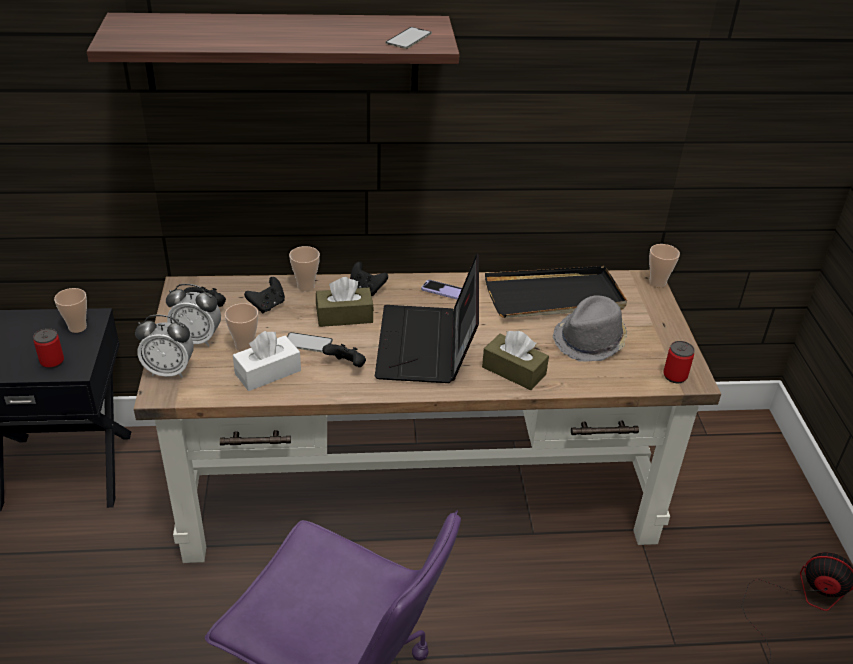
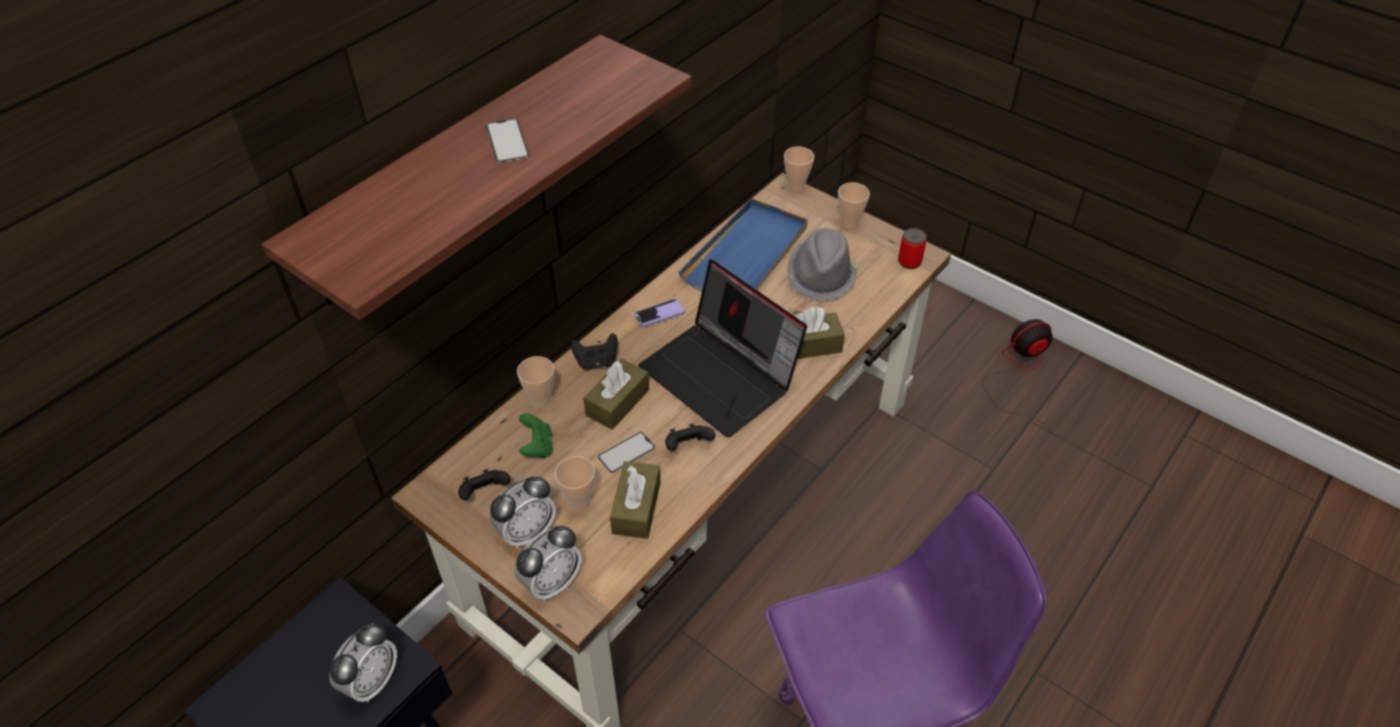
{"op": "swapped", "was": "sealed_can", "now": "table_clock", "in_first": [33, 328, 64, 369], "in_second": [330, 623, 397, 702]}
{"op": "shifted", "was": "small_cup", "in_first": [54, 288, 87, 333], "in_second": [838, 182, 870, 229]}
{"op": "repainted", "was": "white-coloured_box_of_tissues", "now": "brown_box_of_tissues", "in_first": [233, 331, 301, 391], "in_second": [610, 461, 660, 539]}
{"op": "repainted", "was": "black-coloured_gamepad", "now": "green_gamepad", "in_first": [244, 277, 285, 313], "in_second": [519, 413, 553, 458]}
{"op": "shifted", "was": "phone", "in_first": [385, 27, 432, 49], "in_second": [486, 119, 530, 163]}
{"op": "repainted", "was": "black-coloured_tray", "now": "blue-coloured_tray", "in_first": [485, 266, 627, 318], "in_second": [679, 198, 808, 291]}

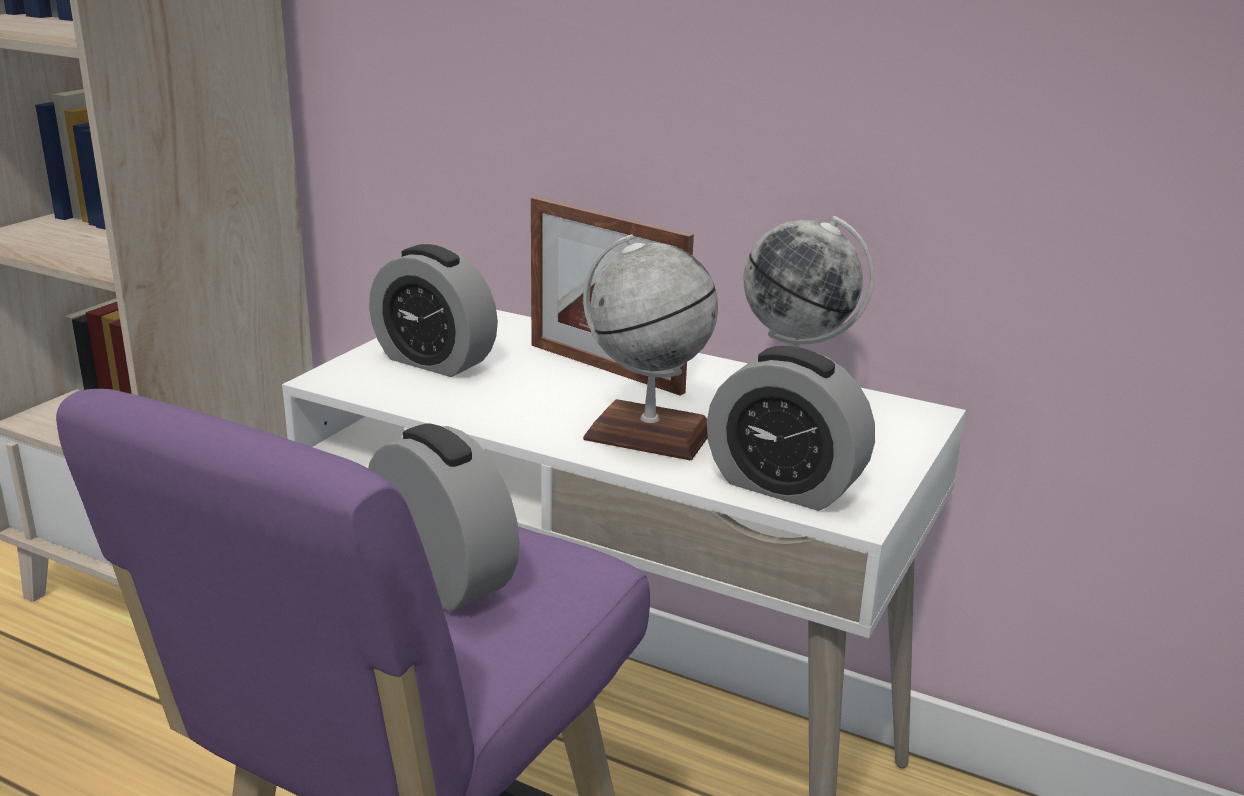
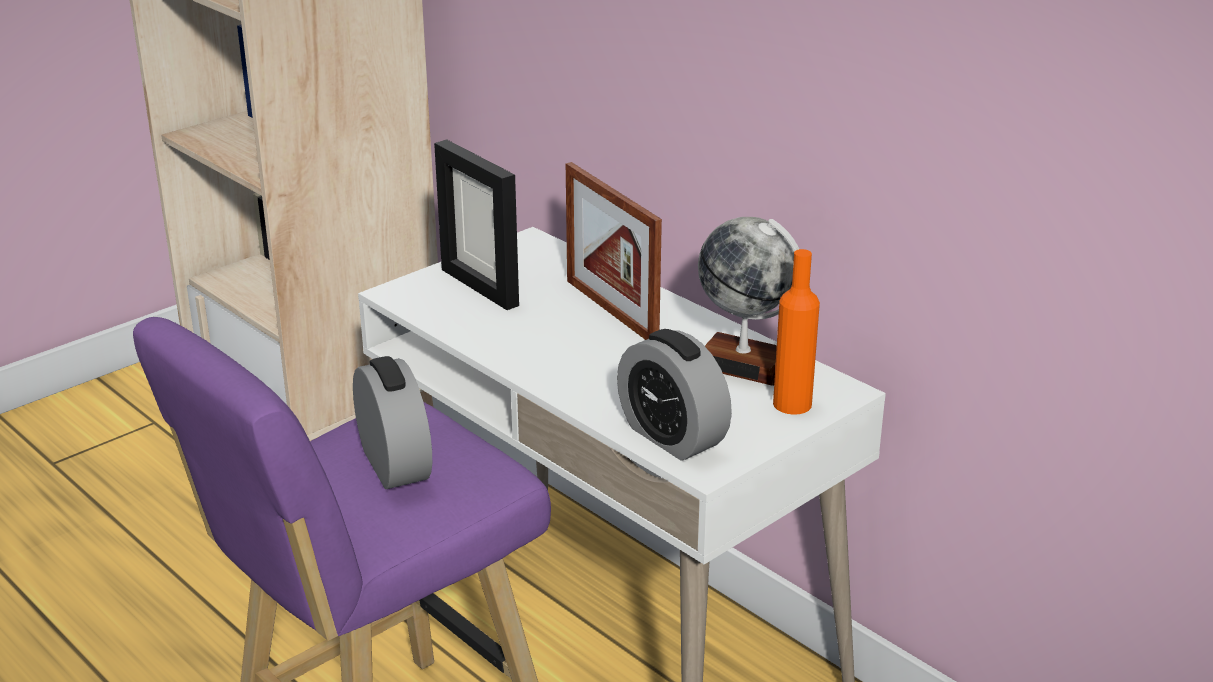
{"op": "swapped", "was": "table_clock", "now": "standing_frame", "in_first": [369, 244, 498, 377], "in_second": [434, 140, 519, 310]}
{"op": "gone", "was": "desk_globe", "in_first": [583, 235, 718, 460]}
{"op": "new", "now": "orange-coloured_beverage_bottle", "in_second": [773, 249, 820, 415]}

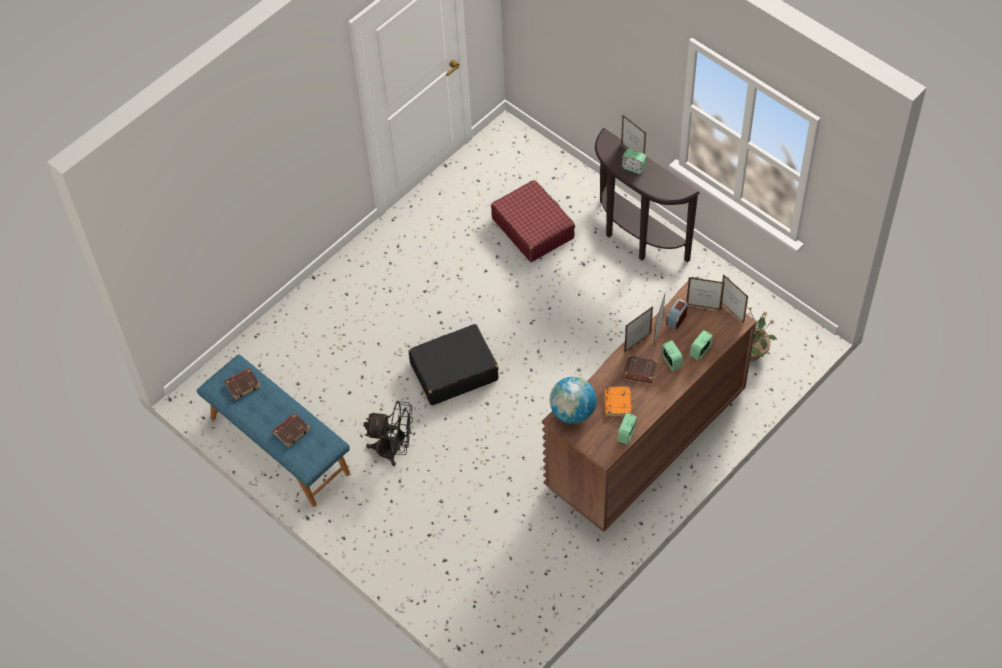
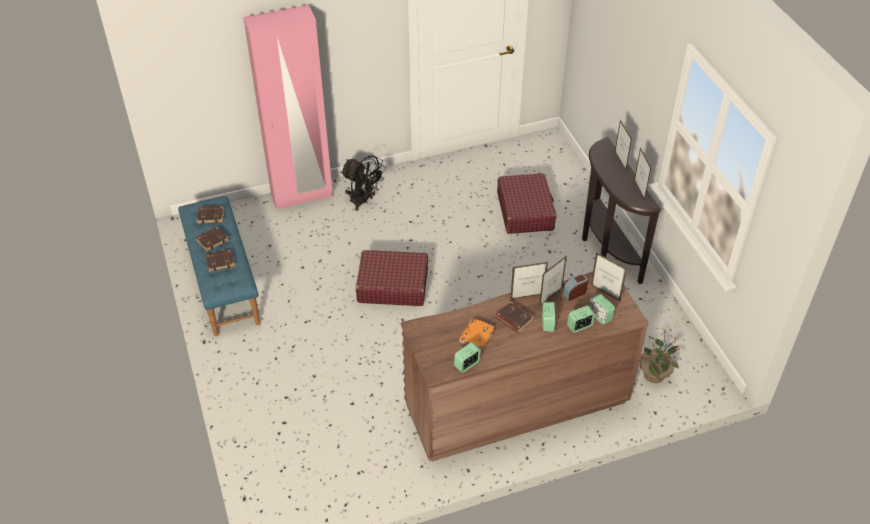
{"op": "shifted", "was": "black-coloured_fan", "in_first": [364, 401, 413, 466], "in_second": [341, 155, 386, 211]}
{"op": "repainted", "was": "black-coloured_piece_of_luggage", "now": "red_piece_of_luggage", "in_first": [409, 324, 499, 405], "in_second": [356, 250, 428, 306]}
{"op": "gone", "was": "desk_globe", "in_first": [550, 377, 596, 424]}
{"op": "shifted", "was": "table_clock", "in_first": [622, 149, 646, 174], "in_second": [589, 294, 615, 325]}
{"op": "shifted", "was": "standing_frame", "in_first": [722, 274, 748, 323], "in_second": [634, 148, 651, 200]}
{"op": "new", "now": "brown_bound_book", "in_second": [196, 226, 229, 252]}
{"op": "new", "now": "pink-coloured_wardrobe", "in_second": [243, 5, 333, 210]}

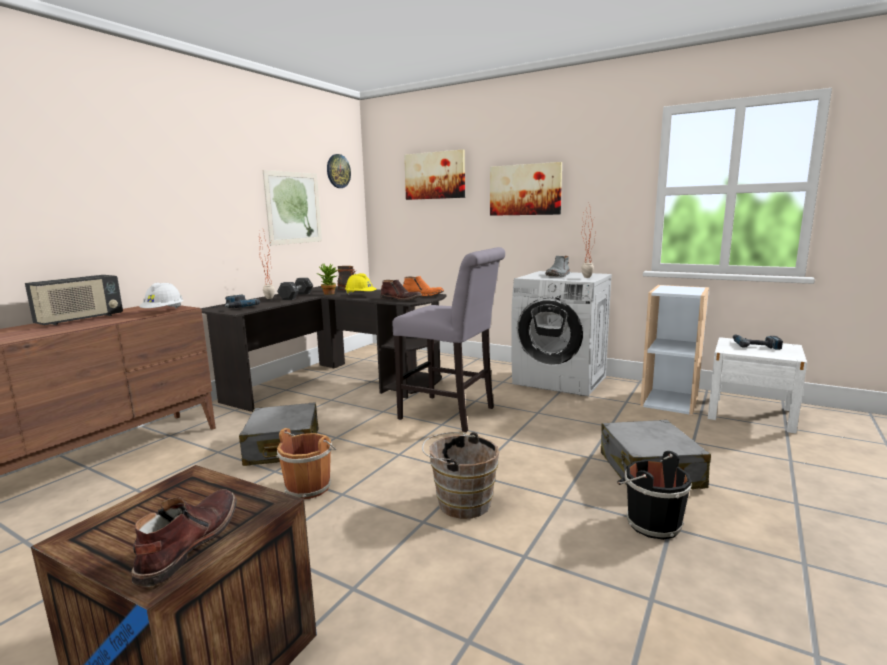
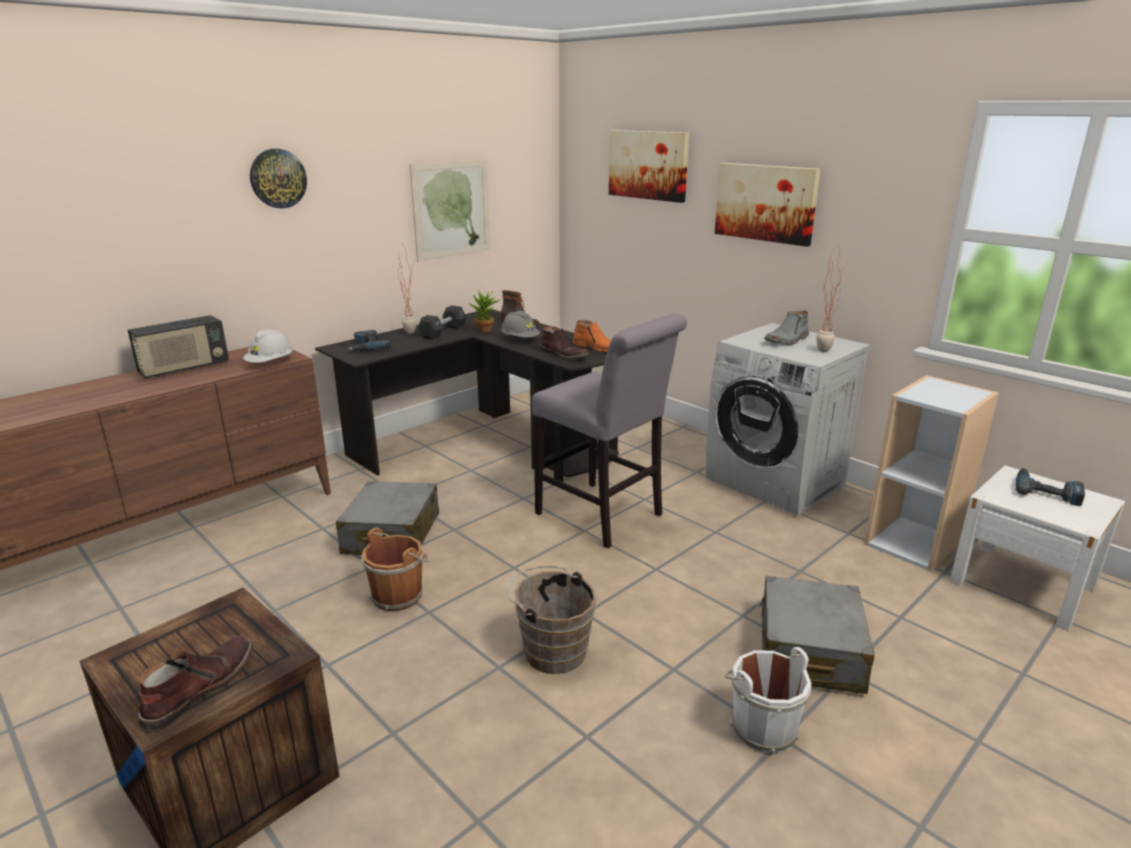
{"op": "shifted", "was": "wall_clock", "in_first": [327, 154, 351, 188], "in_second": [250, 149, 307, 209]}
{"op": "repainted", "was": "yellowish_work_helmet", "now": "grey_work_helmet", "in_first": [345, 273, 376, 295], "in_second": [501, 310, 540, 338]}
{"op": "repainted", "was": "black-coloured_pail", "now": "white-coloured_pail", "in_first": [617, 451, 692, 540], "in_second": [725, 647, 812, 753]}

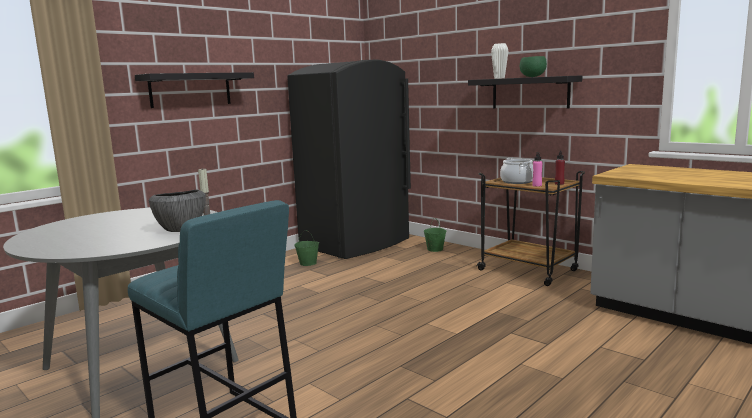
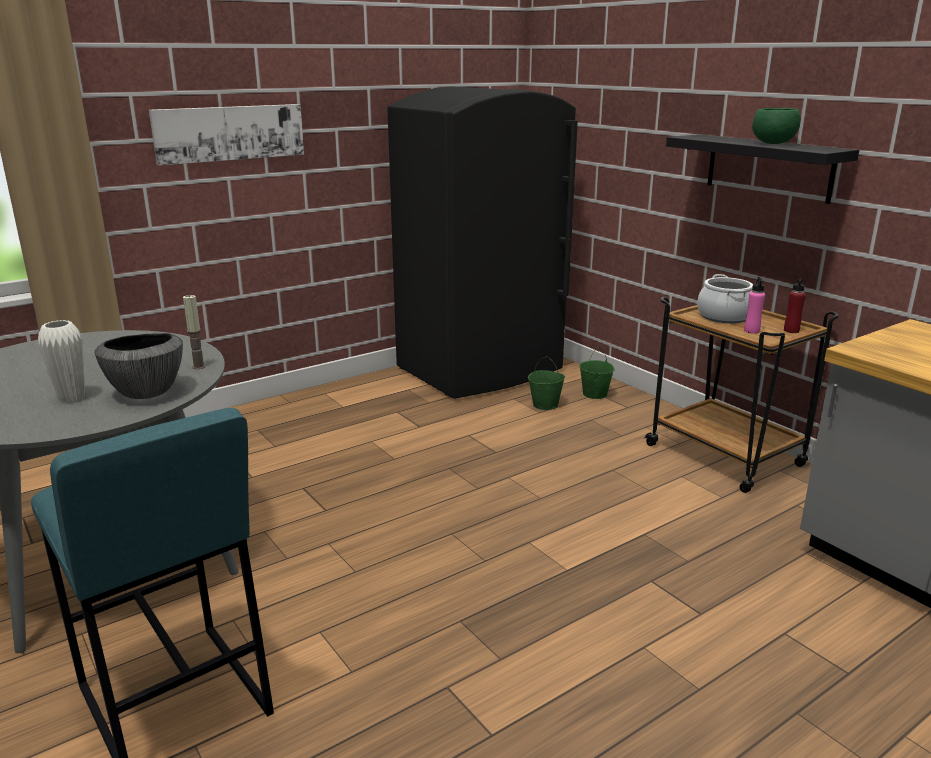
{"op": "swapped", "was": "black-coloured_bracket_shelf", "now": "wall_picture", "in_first": [135, 72, 254, 108], "in_second": [149, 104, 304, 166]}
{"op": "shifted", "was": "green_pail", "in_first": [294, 231, 319, 266], "in_second": [528, 356, 565, 410]}
{"op": "shifted", "was": "white-coloured_vase", "in_first": [491, 43, 508, 79], "in_second": [38, 320, 85, 403]}

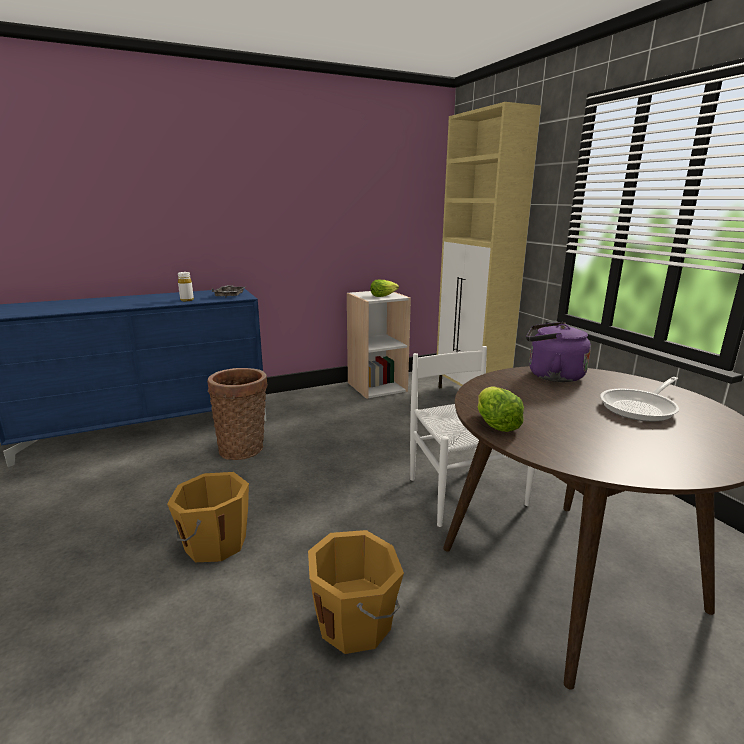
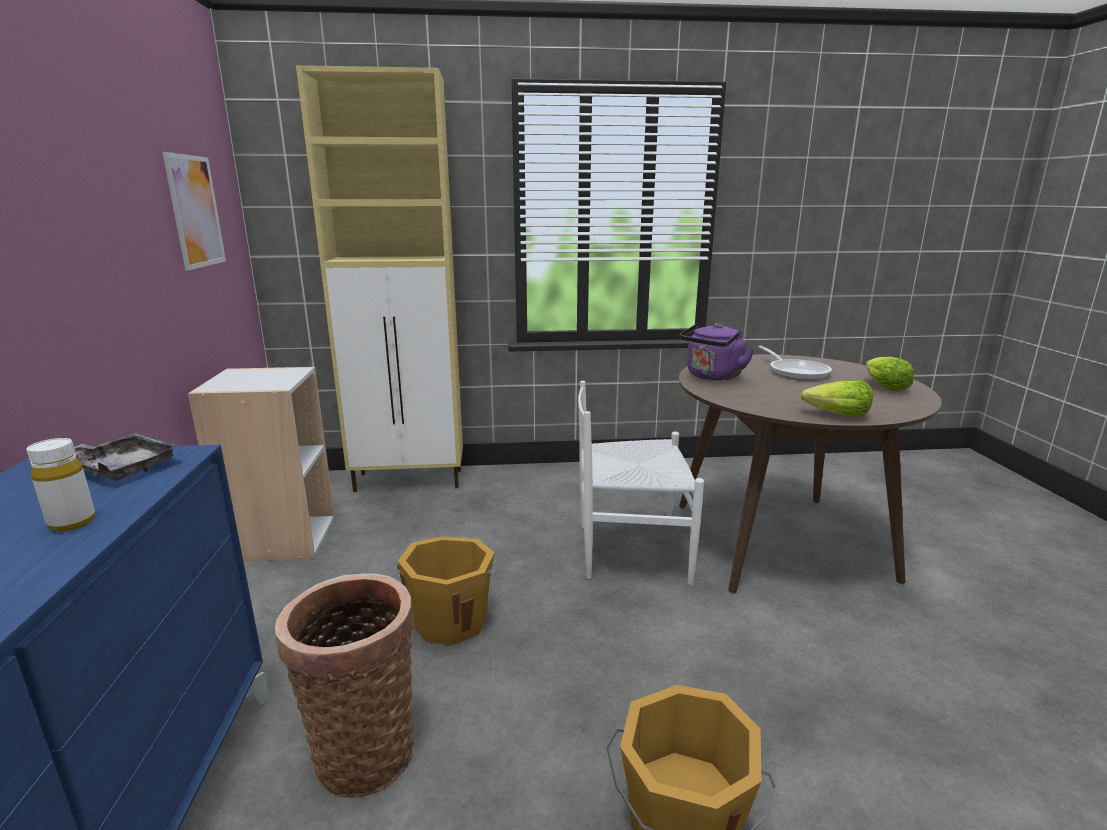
{"op": "shifted", "was": "orange-coloured_pail", "in_first": [308, 530, 404, 654], "in_second": [397, 537, 503, 645]}
{"op": "shifted", "was": "lettuce_head", "in_first": [370, 280, 399, 297], "in_second": [866, 357, 914, 391]}
{"op": "new", "now": "wall_picture", "in_second": [162, 152, 226, 270]}

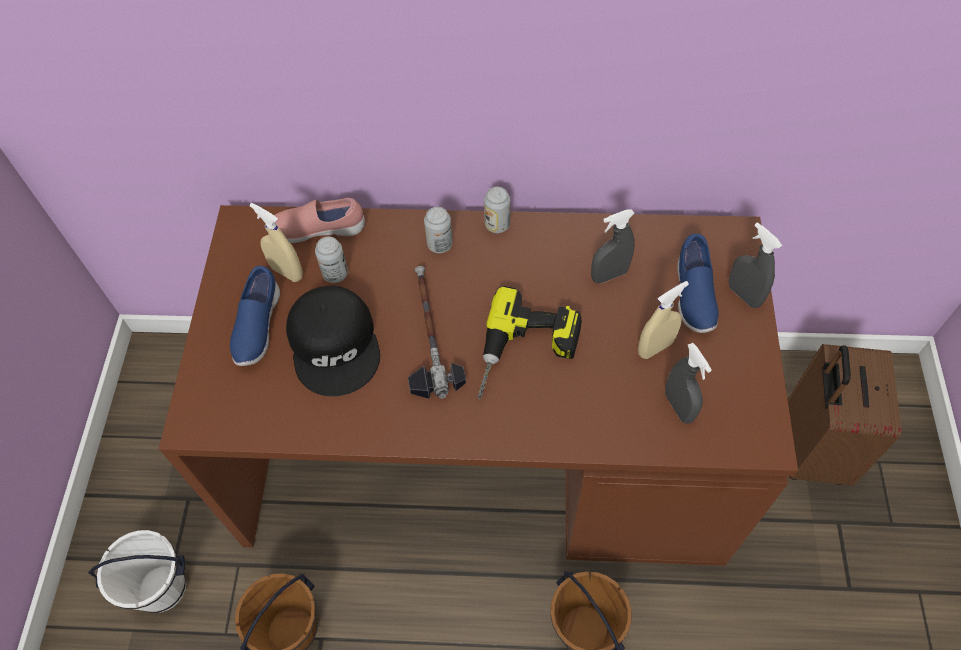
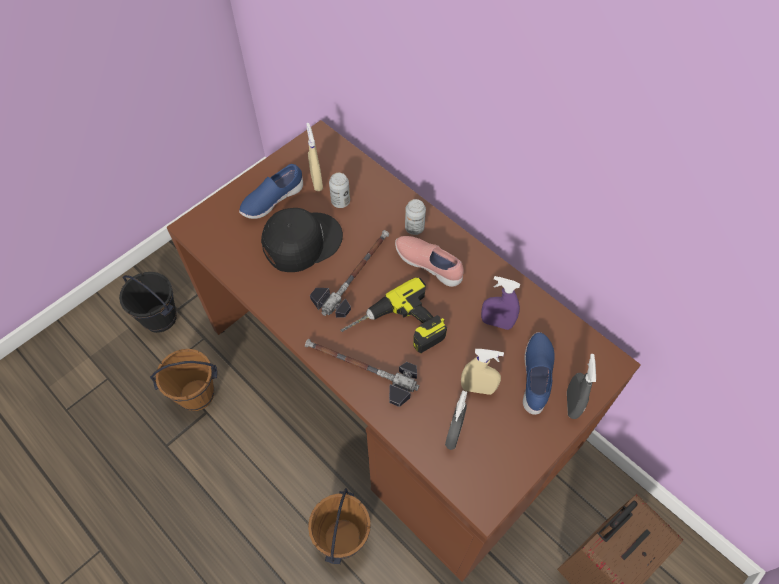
{"op": "repainted", "was": "white-coloured_pail", "now": "black-coloured_pail", "in_first": [88, 530, 186, 613], "in_second": [119, 272, 177, 333]}
{"op": "shifted", "was": "pink-coloured_shoe", "in_first": [265, 198, 365, 243], "in_second": [395, 236, 464, 287]}
{"op": "rotated", "was": "black-coloured_cap", "in_first": [286, 286, 380, 396], "in_second": [261, 208, 343, 272], "clockwise": -150}
{"op": "gone", "was": "sealed_can", "in_first": [484, 187, 510, 233]}
{"op": "repainted", "was": "grey_hand_sprayer", "now": "purplish_hand_sprayer", "in_first": [591, 209, 635, 283], "in_second": [481, 276, 520, 330]}
{"op": "rotated", "was": "blue-coloured_shoe", "in_first": [677, 234, 719, 333], "in_second": [523, 332, 555, 415], "clockwise": 150}
{"op": "new", "now": "tool_hammer", "in_second": [305, 339, 419, 407]}

